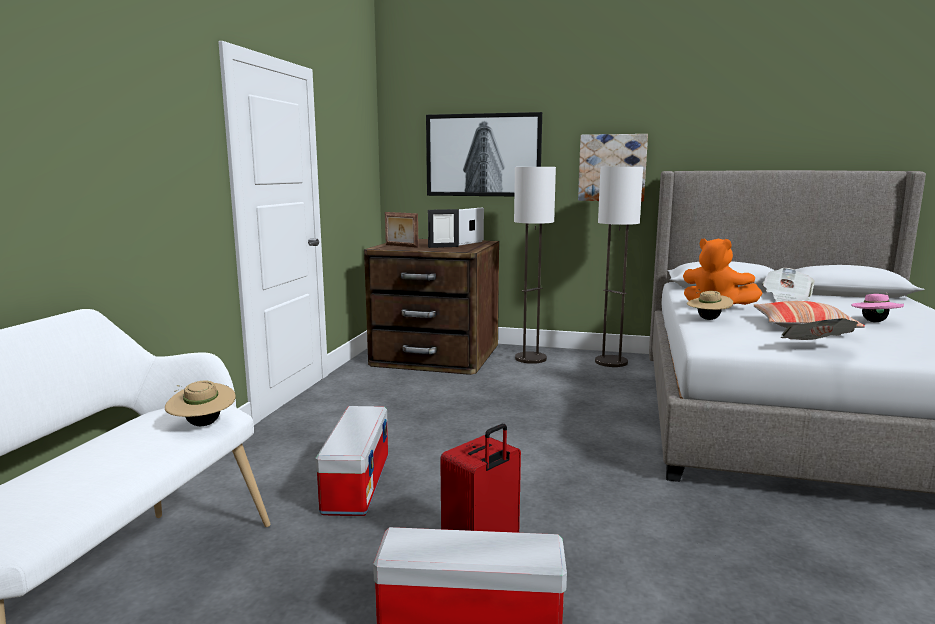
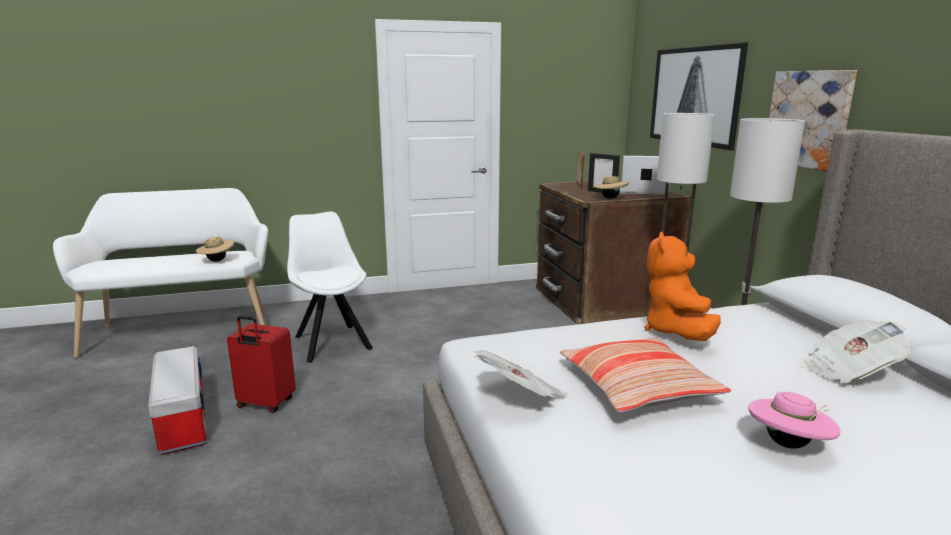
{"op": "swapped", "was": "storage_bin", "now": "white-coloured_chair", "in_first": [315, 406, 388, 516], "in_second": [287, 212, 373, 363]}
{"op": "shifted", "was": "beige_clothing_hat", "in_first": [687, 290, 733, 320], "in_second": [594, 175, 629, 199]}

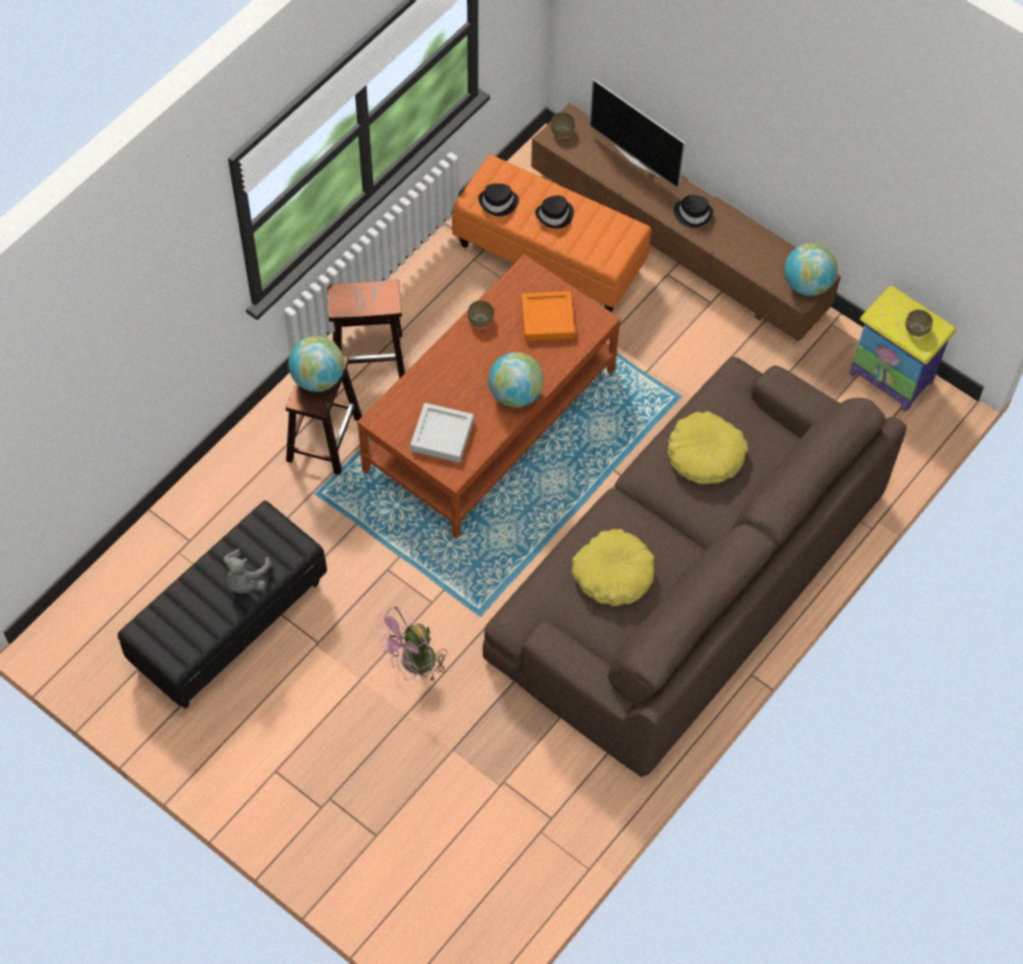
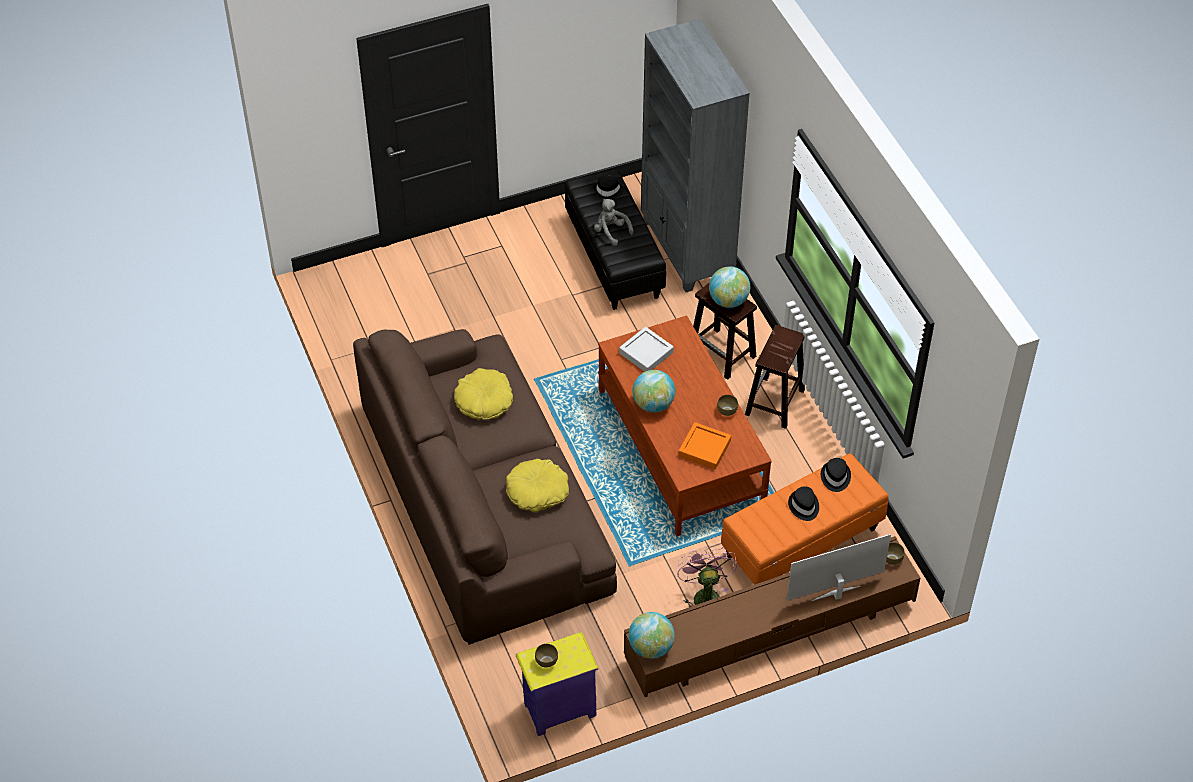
{"op": "shifted", "was": "pink-coloured_fan", "in_first": [375, 606, 447, 683], "in_second": [677, 547, 738, 607]}
{"op": "shifted", "was": "black-coloured_clothing_hat", "in_first": [674, 195, 713, 228], "in_second": [593, 175, 624, 199]}
{"op": "new", "now": "grey_bookshelf", "in_second": [641, 19, 750, 292]}

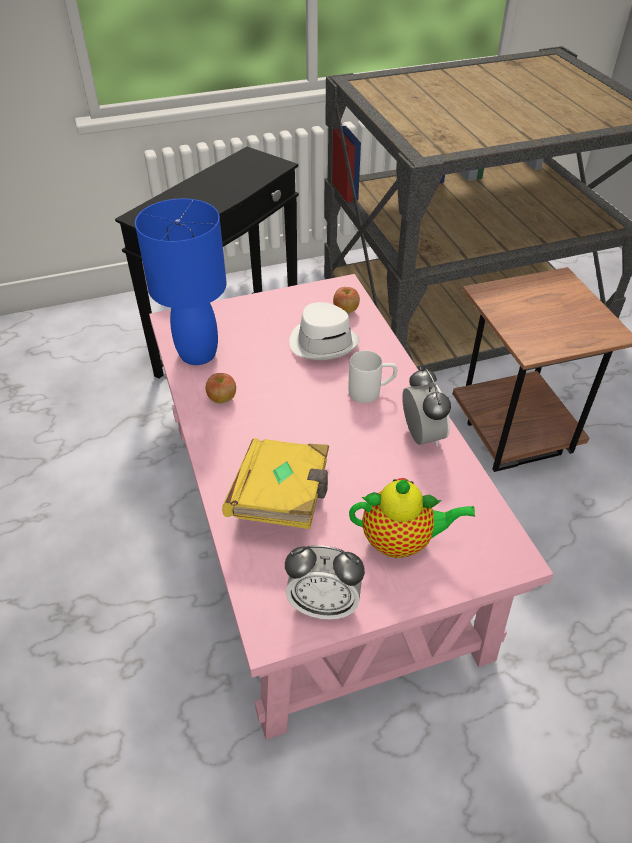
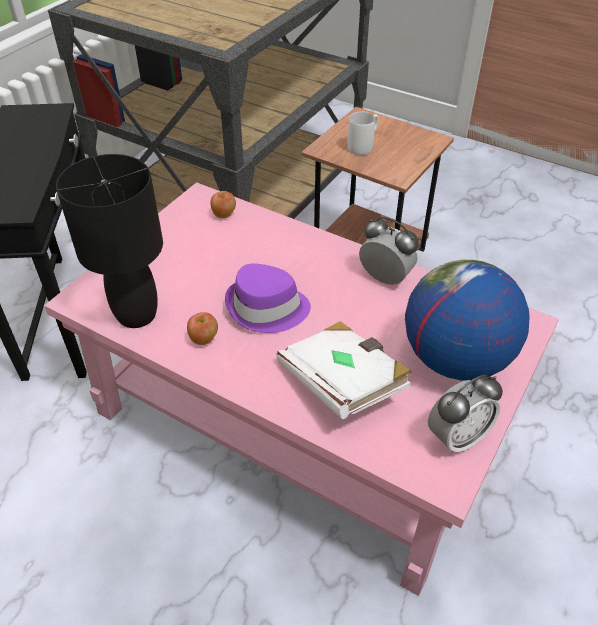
{"op": "repainted", "was": "blue-coloured_table_lamp", "now": "black-coloured_table_lamp", "in_first": [135, 198, 227, 365], "in_second": [56, 154, 163, 328]}
{"op": "repainted", "was": "yellowish_bound_book", "now": "white-coloured_bound_book", "in_first": [222, 438, 329, 529], "in_second": [277, 321, 412, 419]}
{"op": "gone", "was": "white-coloured_clothing_hat", "in_first": [290, 302, 359, 360]}
{"op": "shifted", "was": "white-coloured_tea_mug", "in_first": [348, 351, 397, 403], "in_second": [348, 112, 379, 155]}
{"op": "swapped", "was": "pot_for_tea", "now": "desk_globe", "in_first": [349, 478, 476, 558], "in_second": [405, 260, 530, 380]}
{"op": "new", "now": "purplish_clothing_hat", "in_second": [225, 264, 311, 333]}

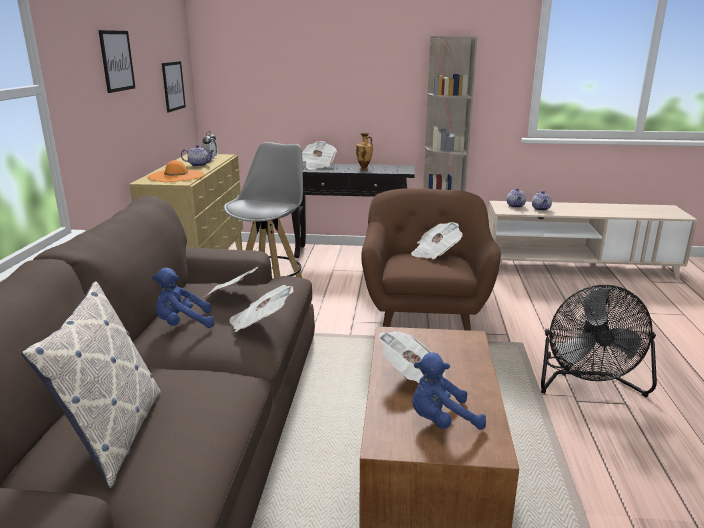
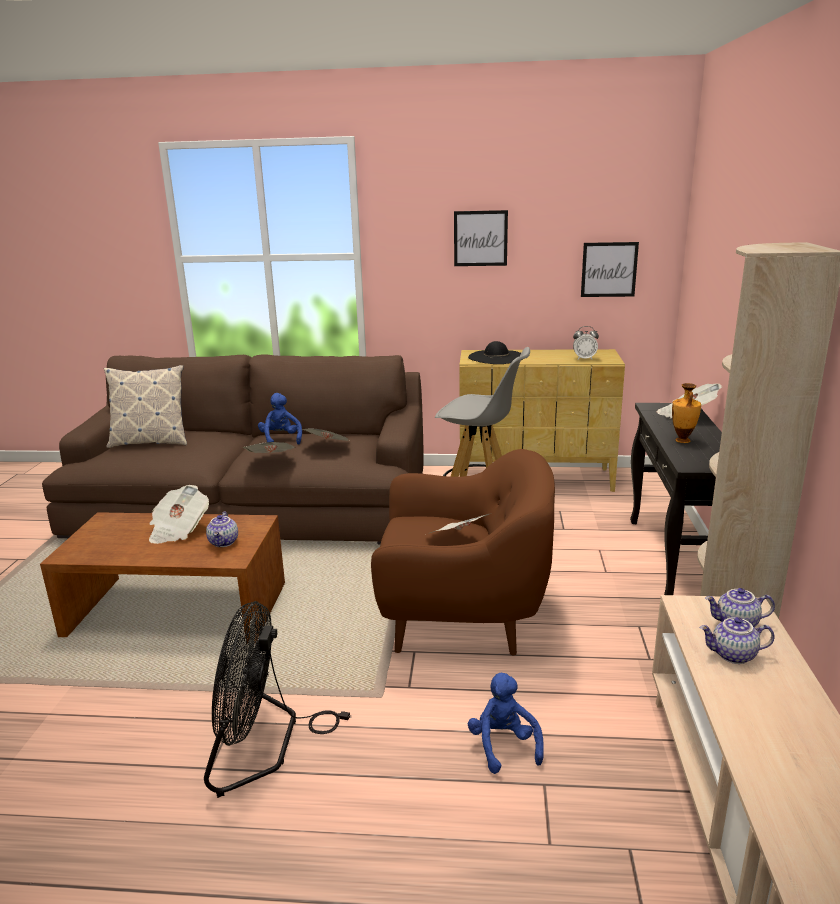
{"op": "repainted", "was": "orange-coloured_clothing_hat", "now": "black-coloured_clothing_hat", "in_first": [147, 160, 205, 182], "in_second": [468, 341, 523, 364]}
{"op": "shifted", "was": "pot_for_tea", "in_first": [181, 145, 215, 167], "in_second": [206, 512, 238, 547]}
{"op": "shifted", "was": "blue-coloured_plush_toy", "in_first": [412, 352, 486, 430], "in_second": [468, 673, 544, 774]}

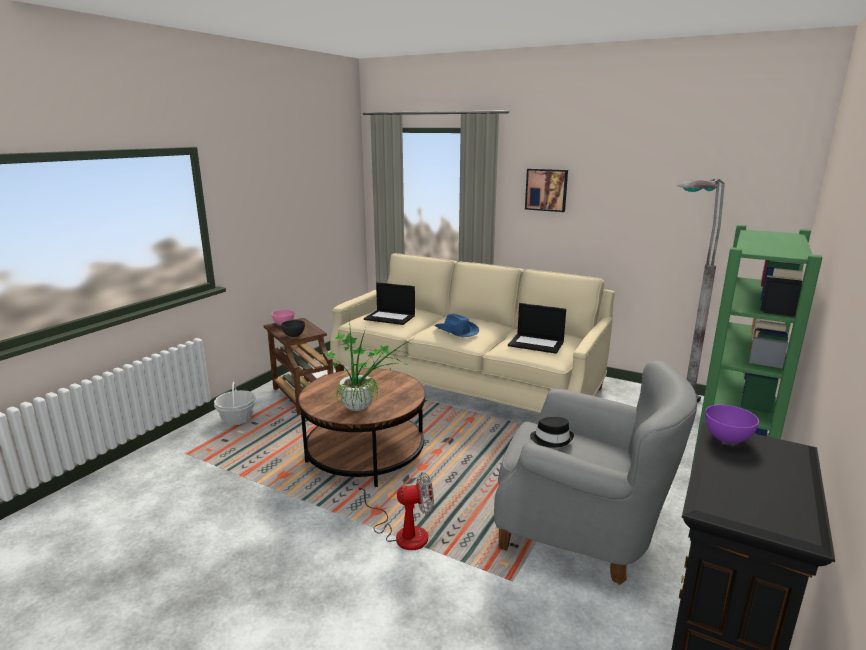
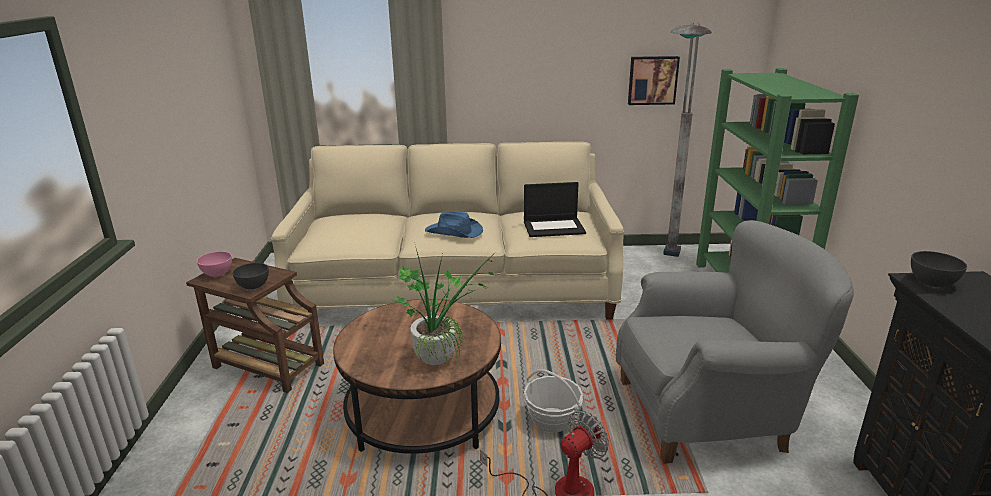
{"op": "shifted", "was": "basket", "in_first": [214, 382, 256, 426], "in_second": [523, 369, 583, 432]}
{"op": "gone", "was": "portable_computer", "in_first": [364, 282, 415, 325]}
{"op": "shifted", "was": "wall_picture", "in_first": [525, 168, 568, 212], "in_second": [628, 56, 680, 105]}
{"op": "gone", "was": "black-coloured_clothing_hat", "in_first": [530, 417, 574, 448]}
{"op": "repainted", "was": "purplish_bowl", "now": "grey_bowl", "in_first": [705, 405, 759, 444], "in_second": [911, 251, 967, 287]}

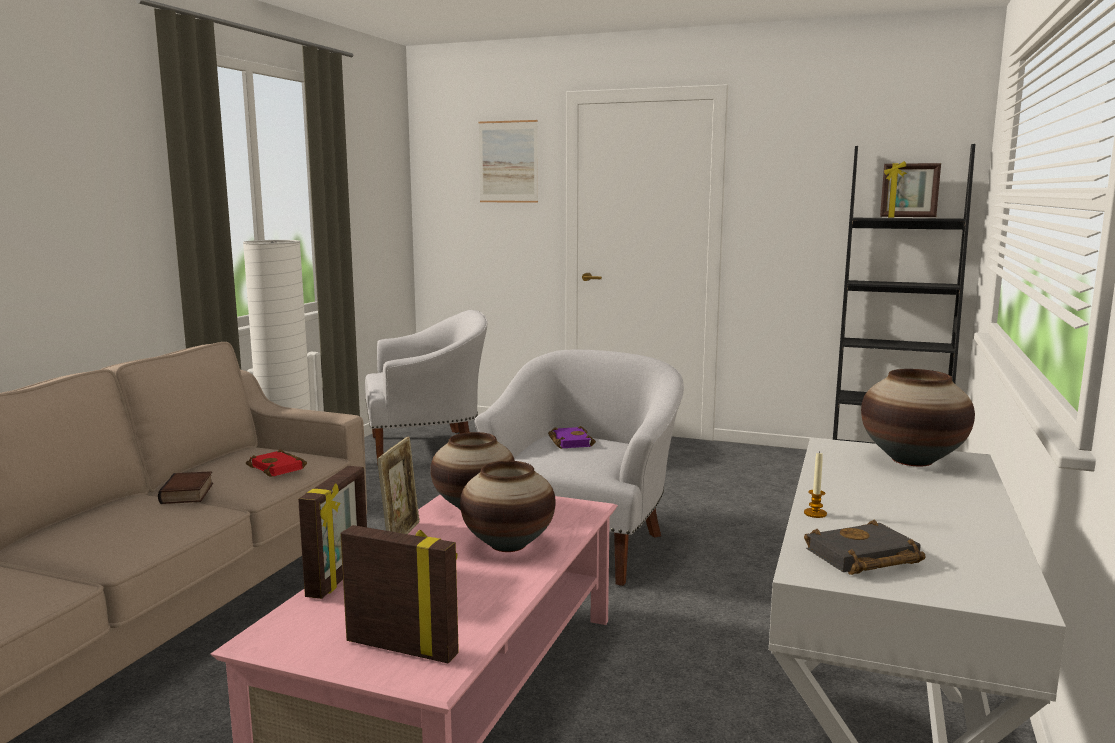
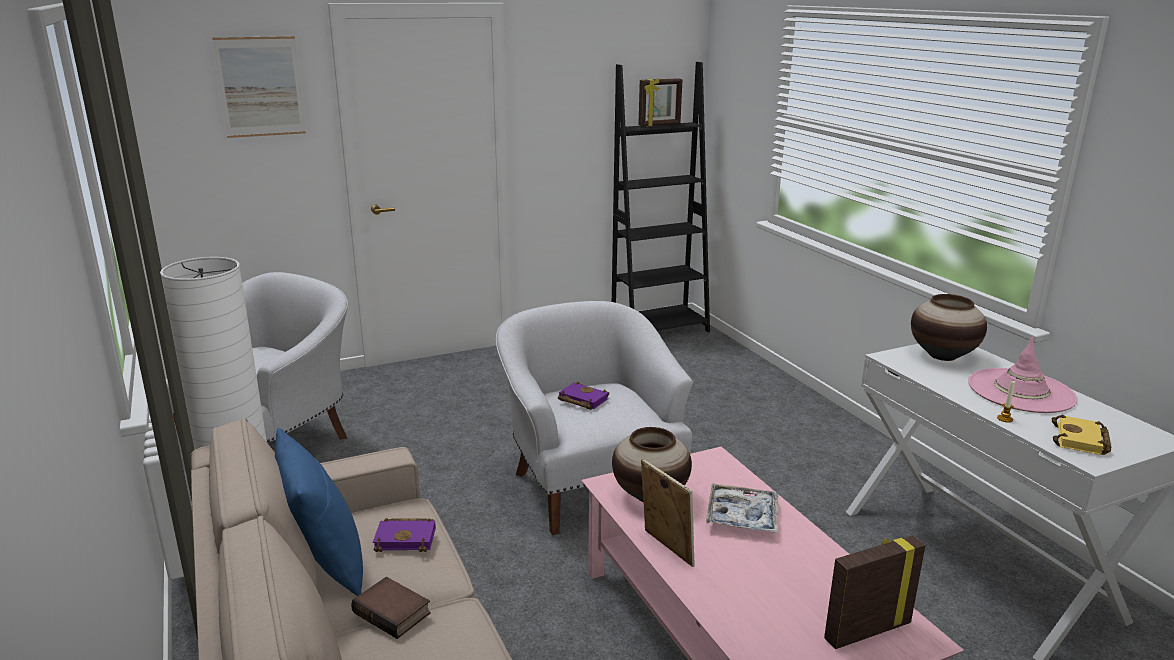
{"op": "repainted", "was": "red_bound_book", "now": "purplish_bound_book", "in_first": [246, 449, 307, 477], "in_second": [373, 518, 436, 552]}
{"op": "gone", "was": "standing_frame", "in_first": [298, 466, 367, 599]}
{"op": "swapped", "was": "vase", "now": "tray", "in_first": [460, 461, 556, 552], "in_second": [706, 483, 778, 533]}
{"op": "repainted", "was": "black-coloured_bound_book", "now": "yellowish_bound_book", "in_first": [804, 520, 925, 575], "in_second": [1052, 415, 1111, 455]}
{"op": "new", "now": "blue-coloured_cushion", "in_second": [275, 428, 363, 596]}
{"op": "new", "now": "pink-coloured_clothing_hat", "in_second": [968, 337, 1078, 413]}

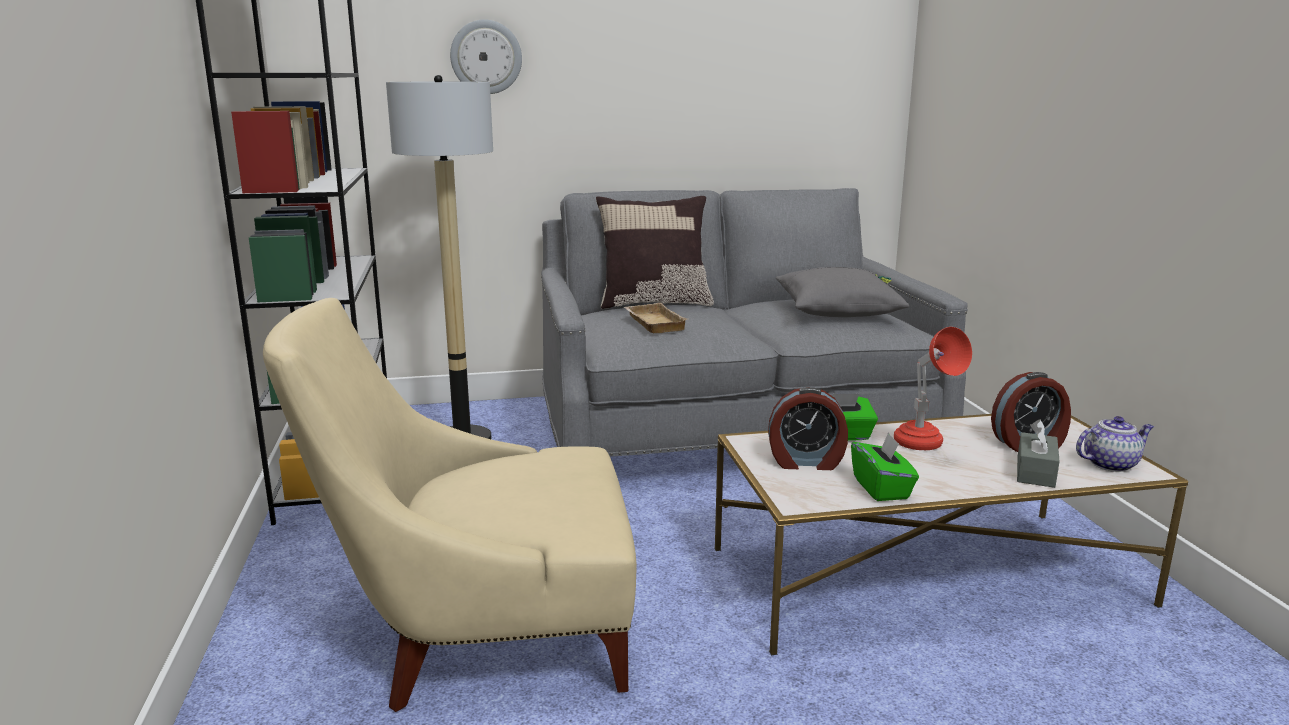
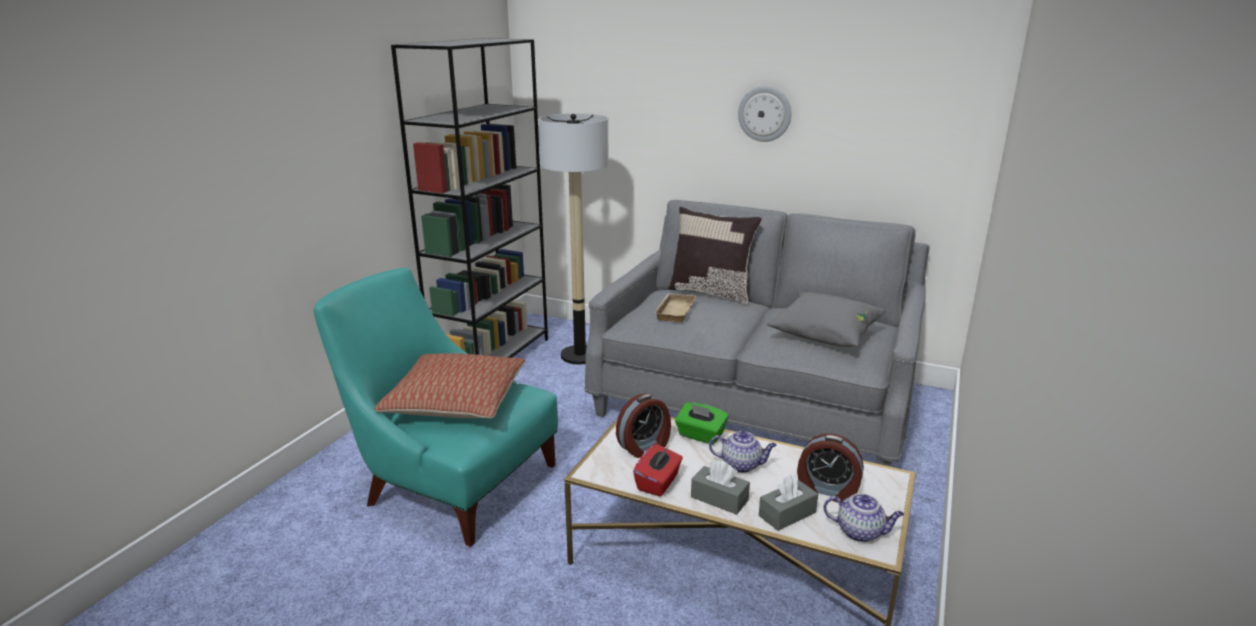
{"op": "repainted", "was": "beige_armchair", "now": "turquoise_armchair", "in_first": [263, 298, 637, 712], "in_second": [314, 268, 558, 547]}
{"op": "shifted", "was": "wall_clock", "in_first": [450, 19, 522, 94], "in_second": [738, 86, 792, 142]}
{"op": "rotated", "was": "table_clock", "in_first": [768, 387, 848, 470], "in_second": [616, 393, 671, 458], "clockwise": -75}
{"op": "repainted", "was": "green_box_of_tissues", "now": "red_box_of_tissues", "in_first": [851, 432, 919, 501], "in_second": [633, 443, 683, 496]}
{"op": "swapped", "was": "red_table_lamp", "now": "pot_for_tea", "in_first": [894, 327, 972, 450], "in_second": [709, 431, 777, 473]}
{"op": "new", "now": "cushion", "in_second": [374, 353, 525, 419]}
{"op": "new", "now": "grey_box_of_tissues", "in_second": [691, 461, 750, 515]}

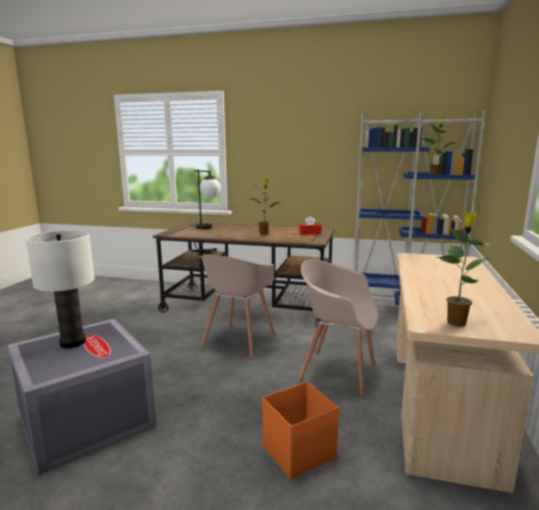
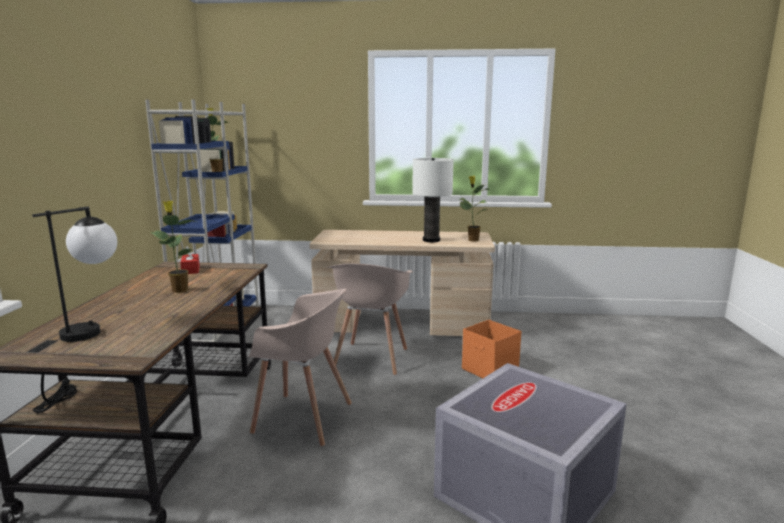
{"op": "shifted", "was": "white-coloured_table_lamp", "in_first": [26, 230, 95, 348], "in_second": [412, 158, 454, 242]}

